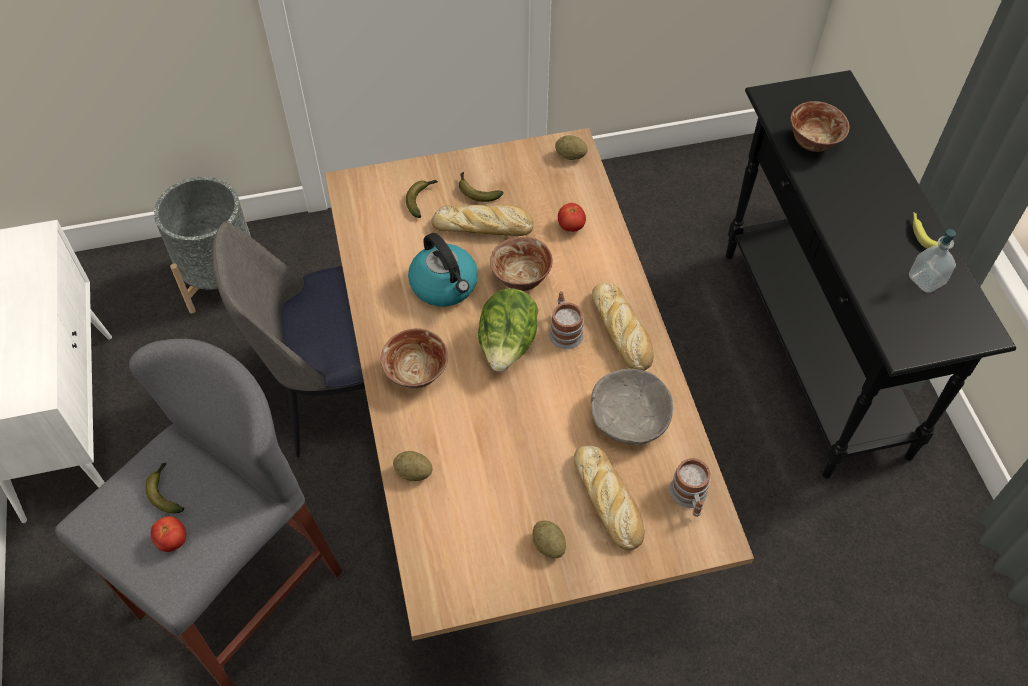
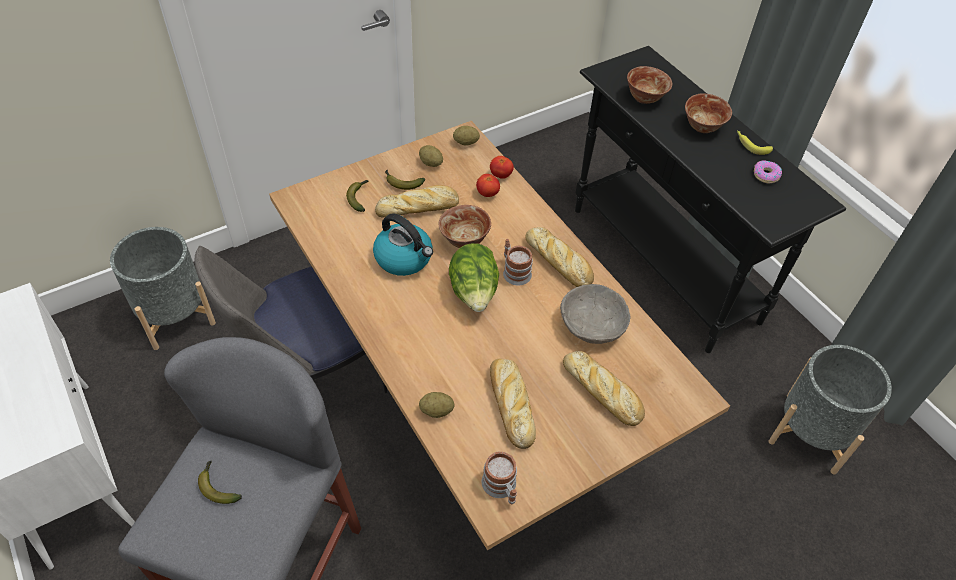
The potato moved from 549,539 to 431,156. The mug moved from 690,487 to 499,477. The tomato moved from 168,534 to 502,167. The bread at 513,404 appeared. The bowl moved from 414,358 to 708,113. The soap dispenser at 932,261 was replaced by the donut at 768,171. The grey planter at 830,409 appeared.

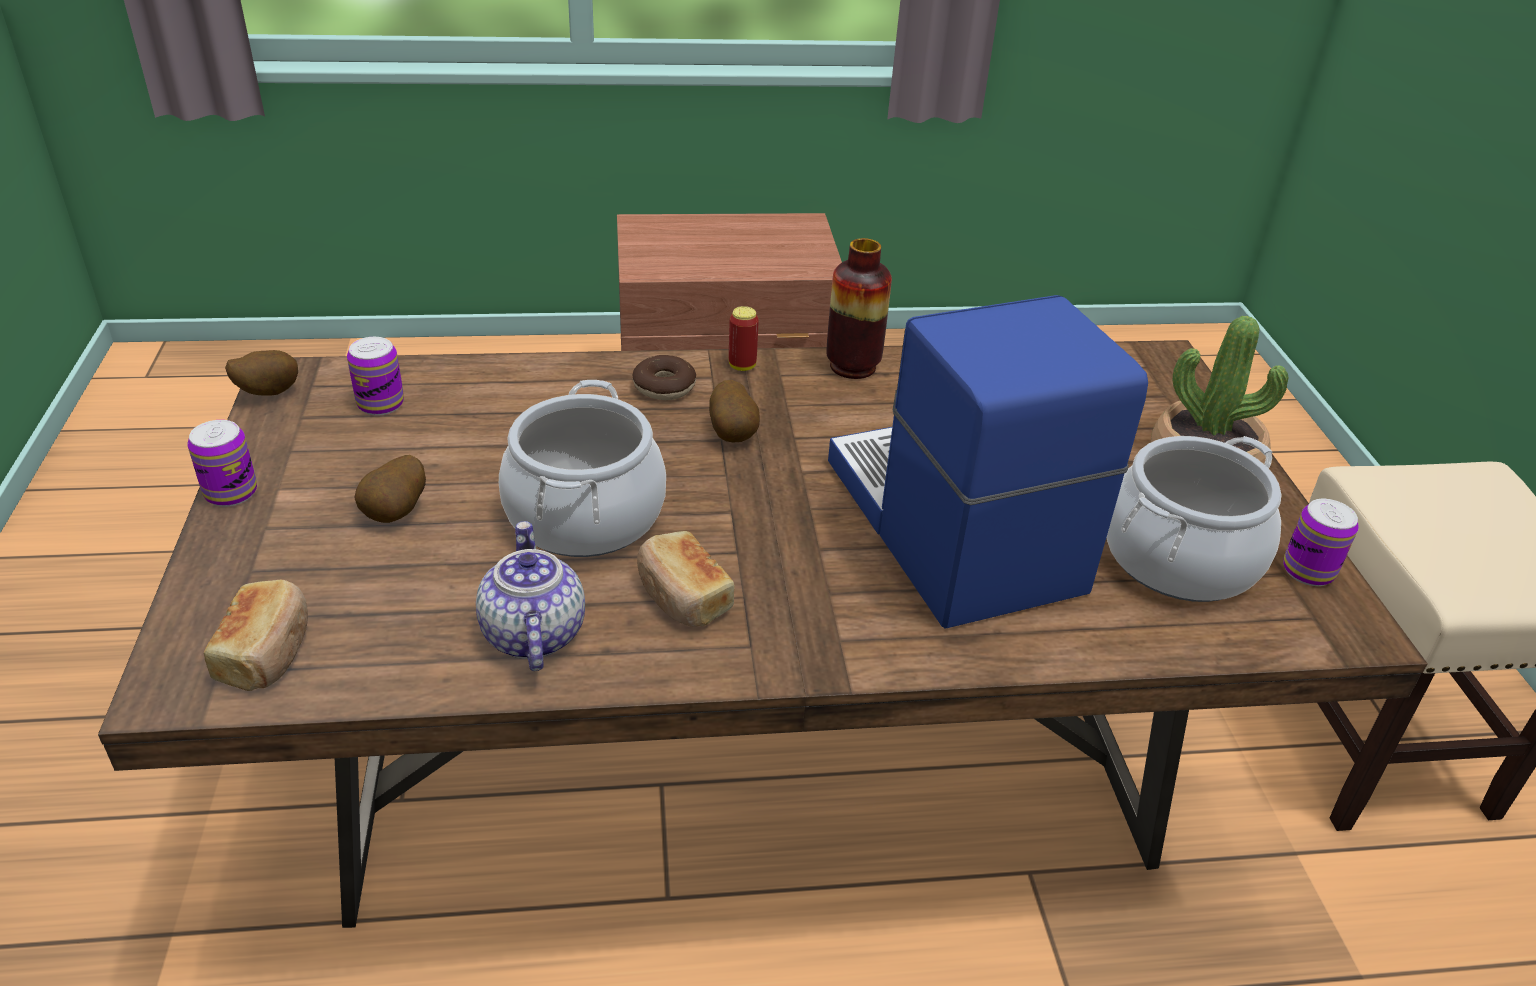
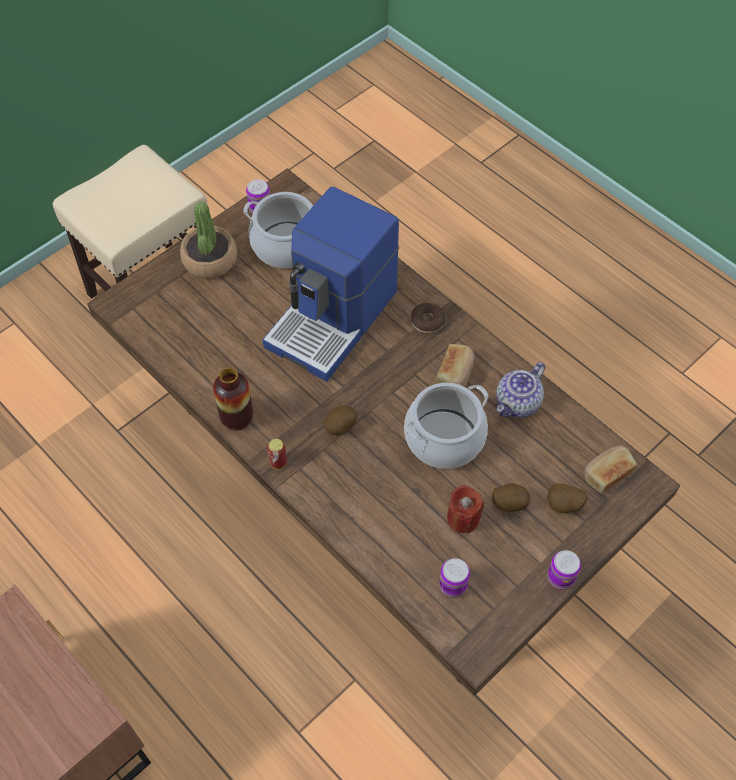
The donut moved from 664,377 to 428,318. The red candle at 465,509 appeared. The potato moved from 261,373 to 567,498.

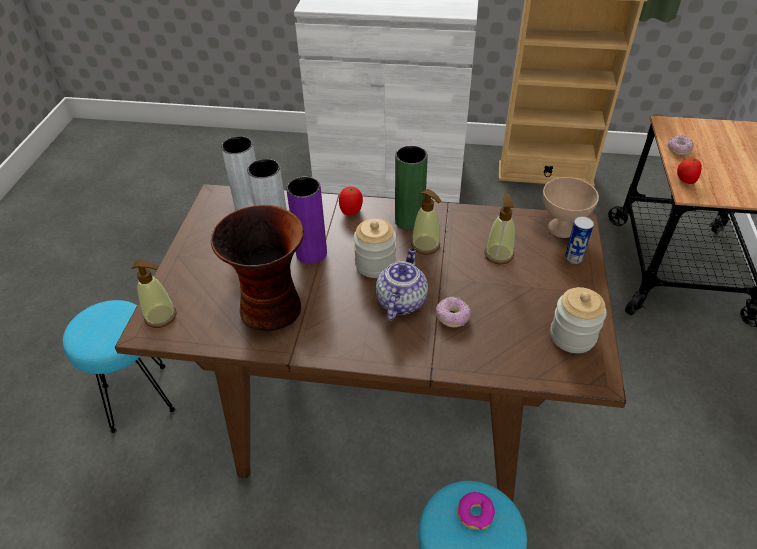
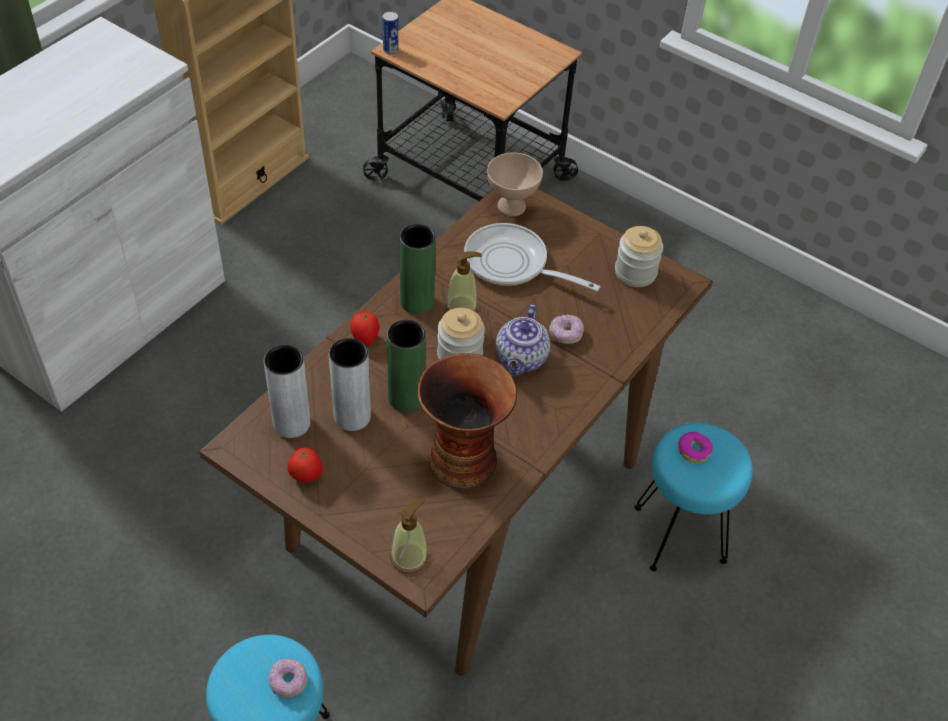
The donut moved from 680,145 to 288,677. The tomato moved from 689,171 to 305,465. The can moved from 579,240 to 390,32. The purple vase at 306,220 became the green vase at 406,366. The soap dispenser at 499,229 was replaced by the frying pan at 532,257. The teapot at 402,284 turned 120 degrees counterclockwise.

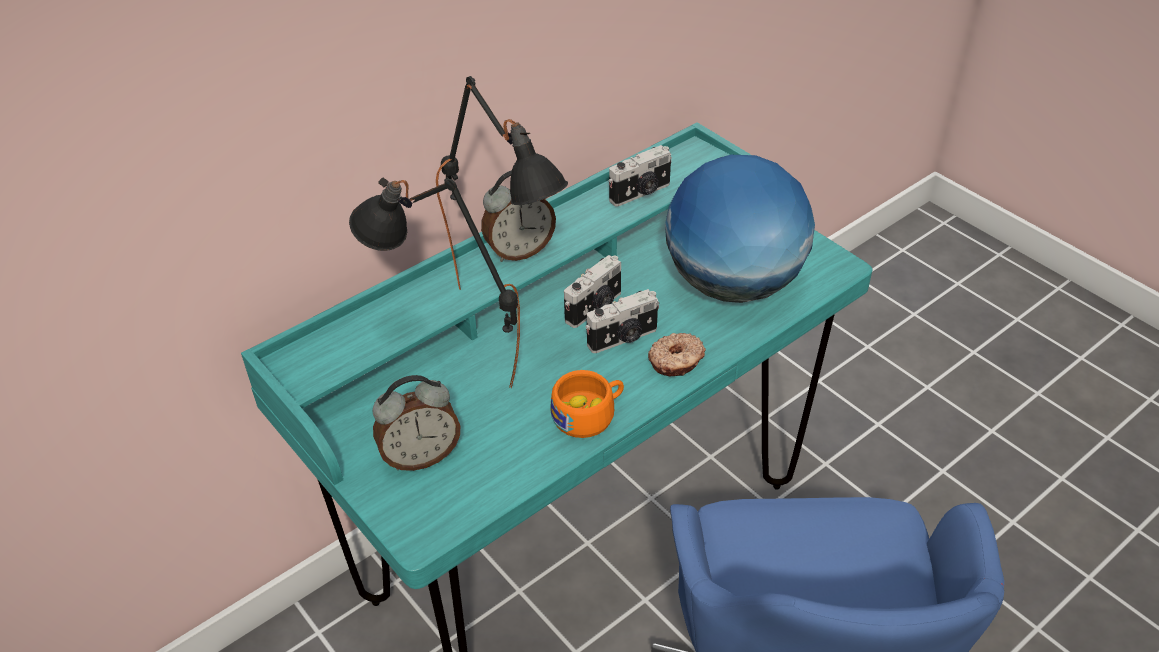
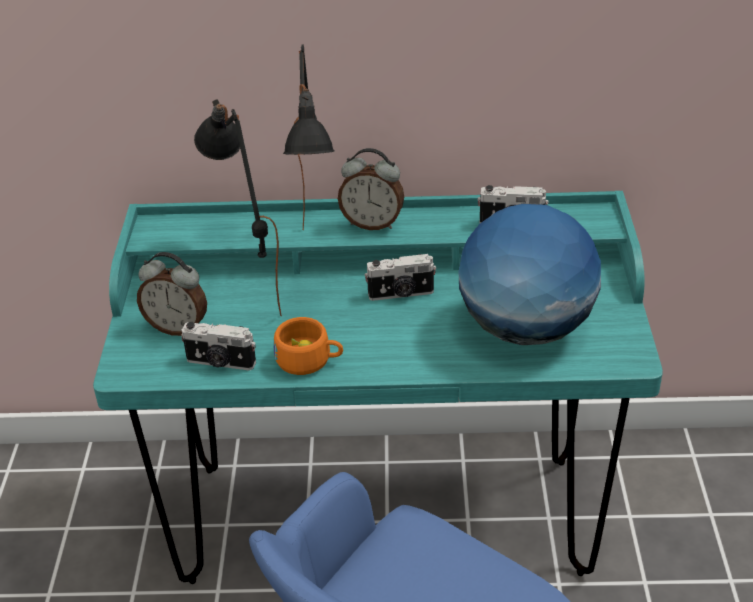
The photo camera moved from 622,321 to 218,346. The donut at 677,354 disappeared.

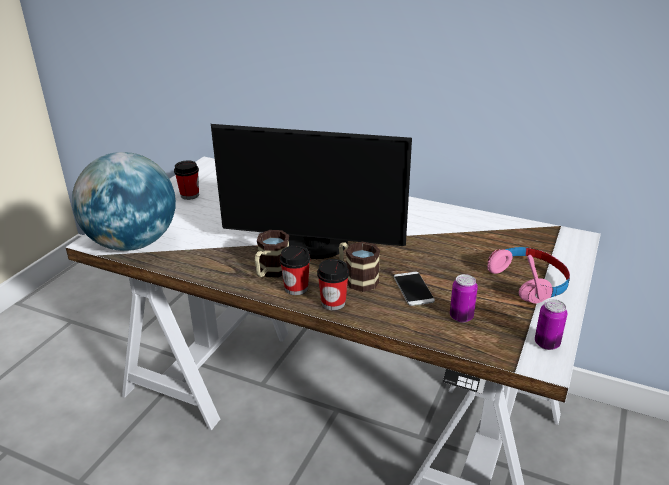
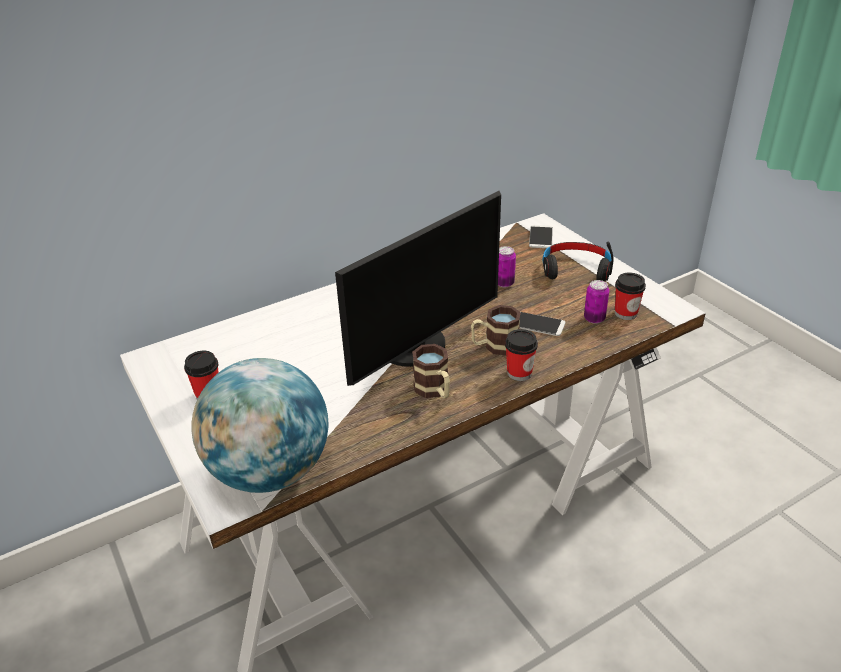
The can moved from 551,324 to 507,266. The phone at 541,236 appeared. The pink headphones at 528,275 became the black headphones at 578,261. The cup moved from 294,270 to 630,296.

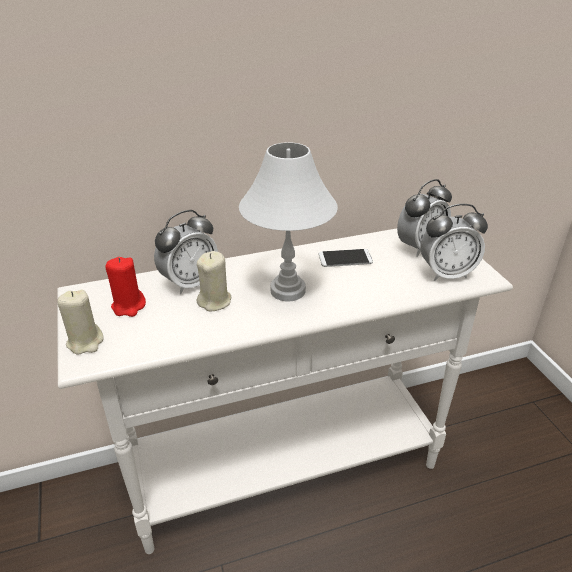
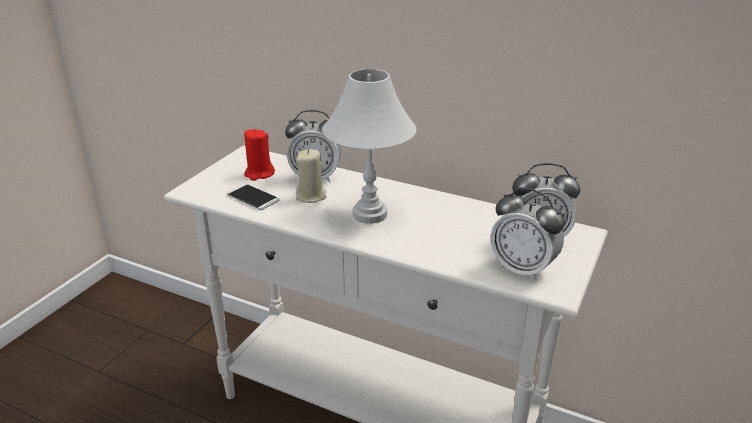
The phone moved from 346,258 to 253,197. The beige candle at 80,322 disappeared.

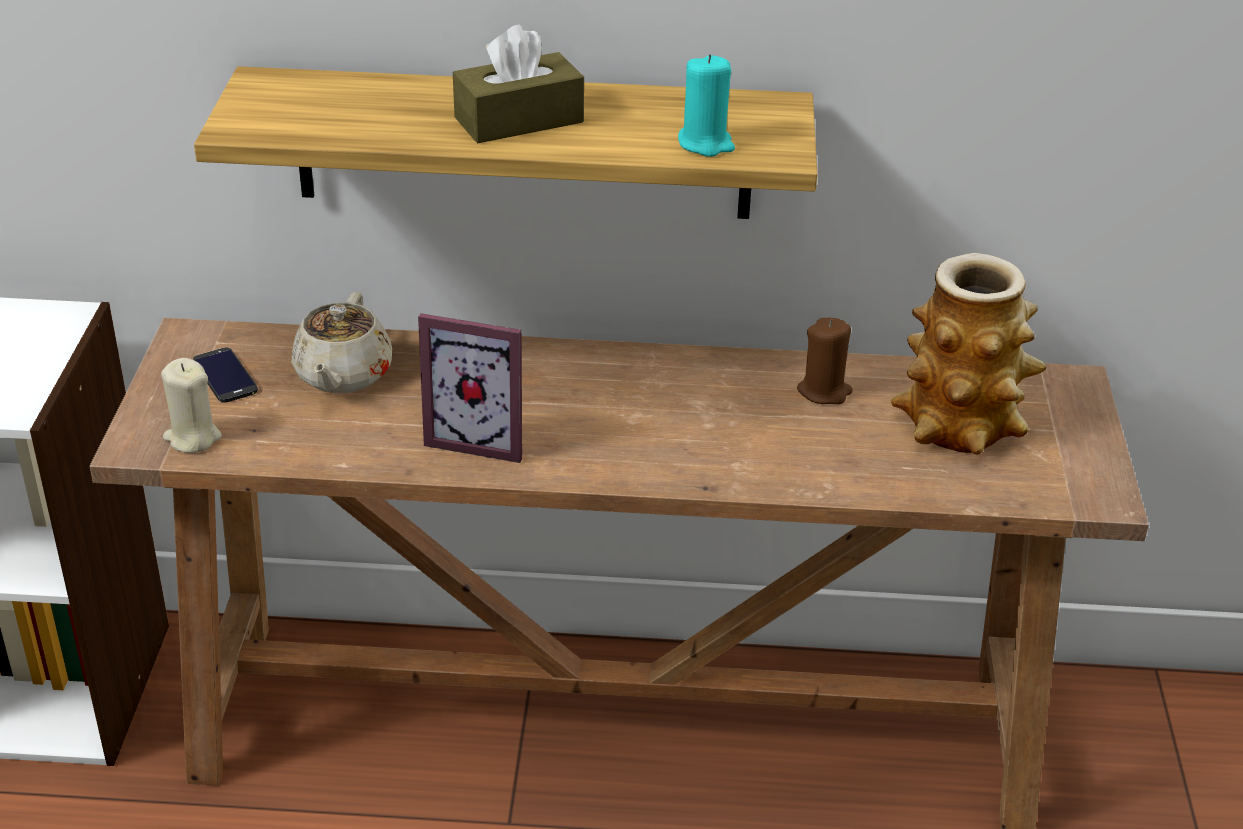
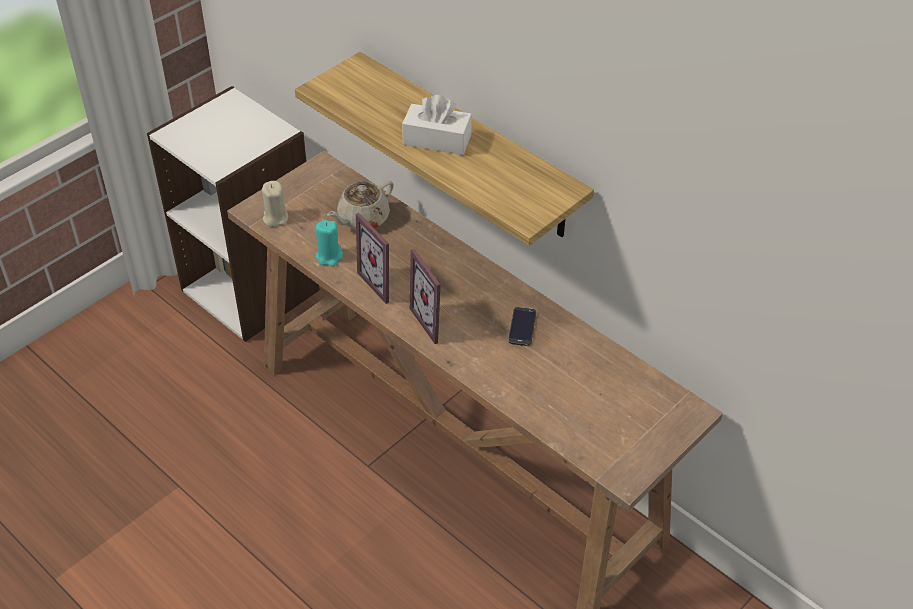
The turquoise candle moved from 706,105 to 329,243. The brown tissue box at 518,84 became the white tissue box at 437,125. The picture frame at 430,296 appeared. The phone moved from 225,375 to 522,326. The brown candle at 825,361 disappeared. The vase at 968,353 disappeared.

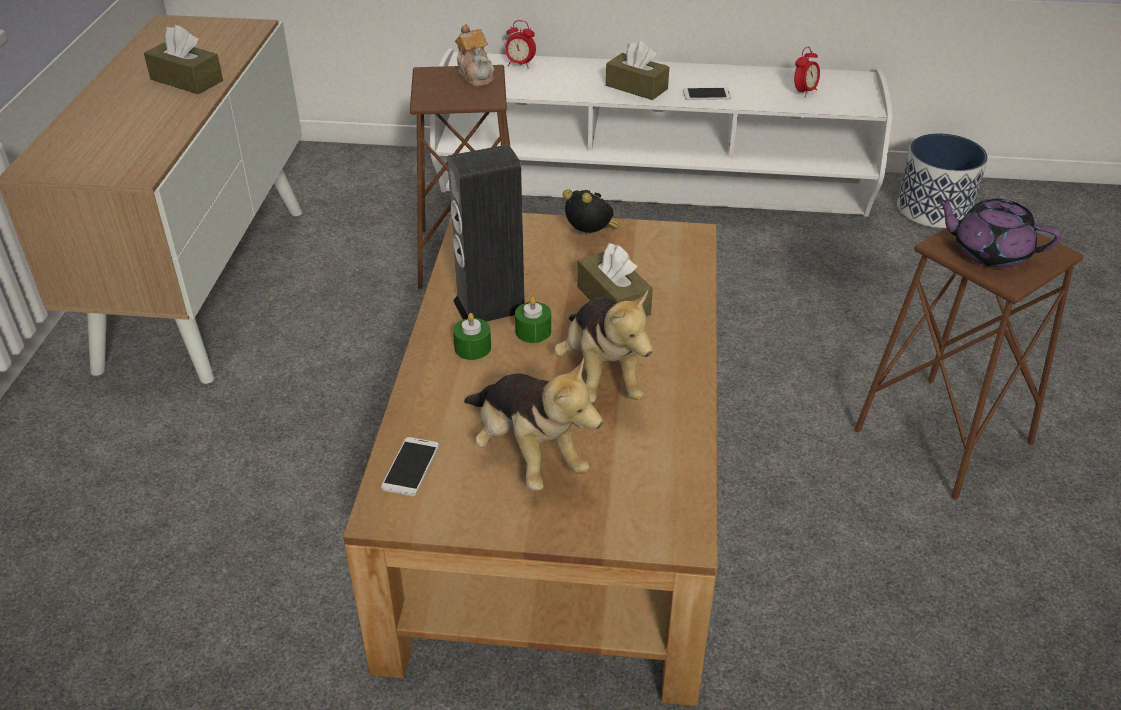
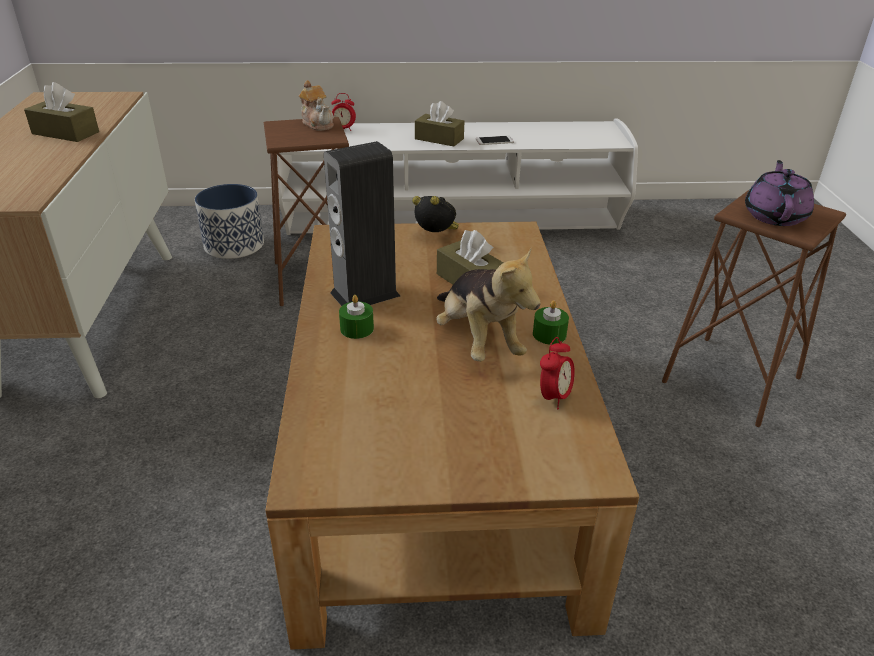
The planter moved from 942,180 to 229,221. The green candle moved from 533,320 to 551,322. The alarm clock moved from 807,72 to 557,373. The purple teapot at 998,233 turned 90 degrees clockwise. The phone at 410,466 disappeared. The plush toy at 533,424 disappeared.

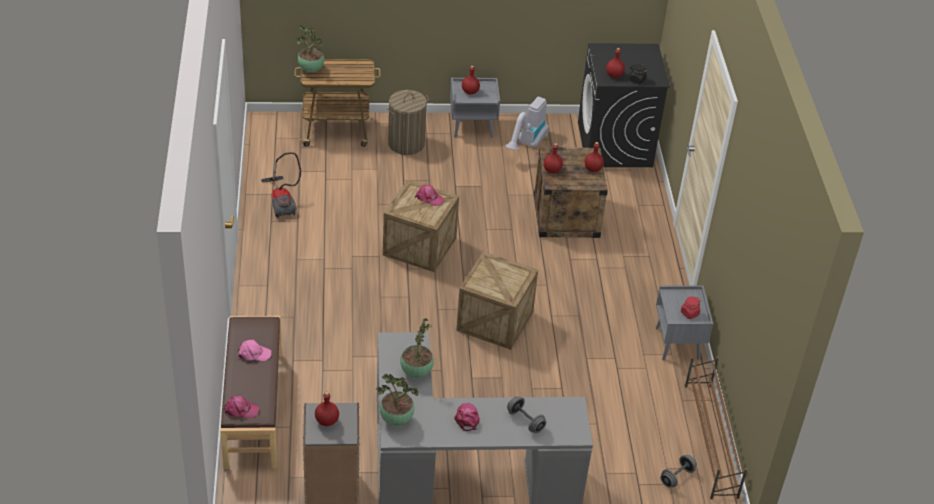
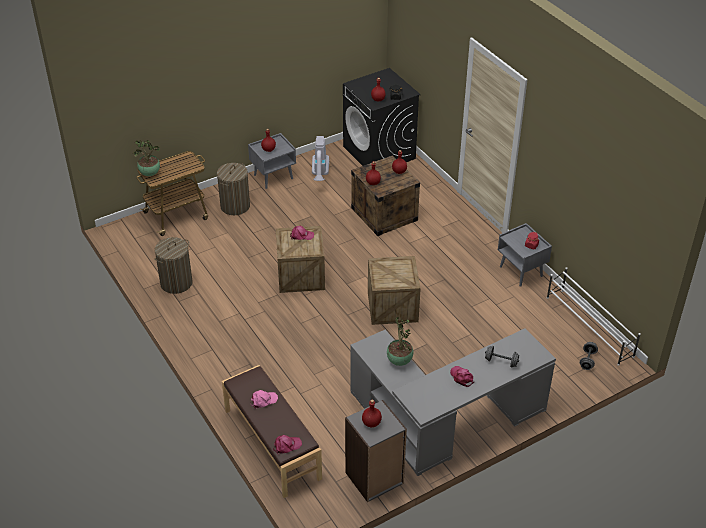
The vacuum cleaner at 281,185 was replaced by the laundry basket at 173,265. The brown shoe rack at 716,427 became the white shoe rack at 593,316. The potted plant at 397,400 disappeared.

